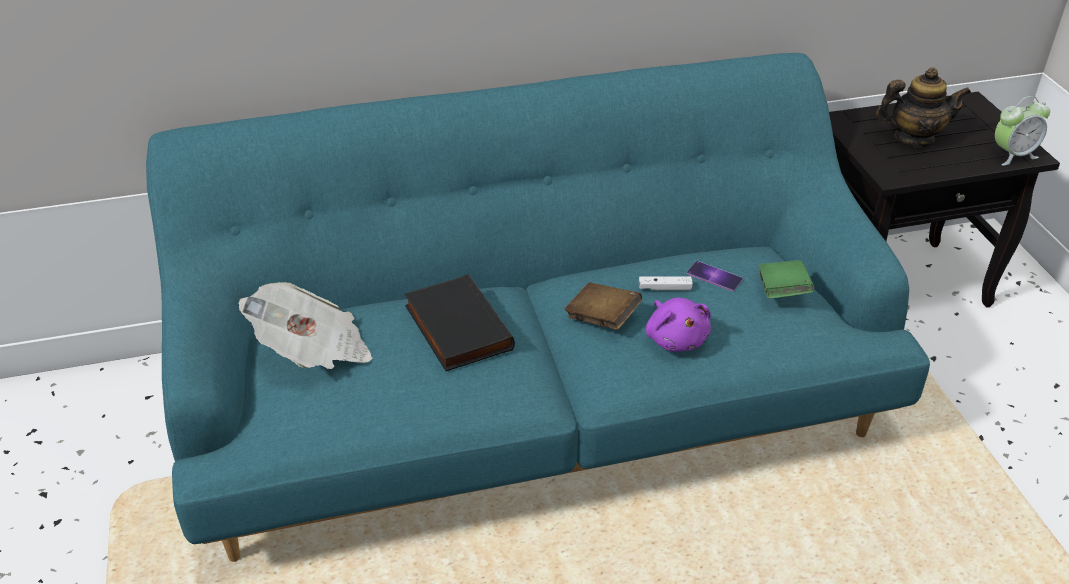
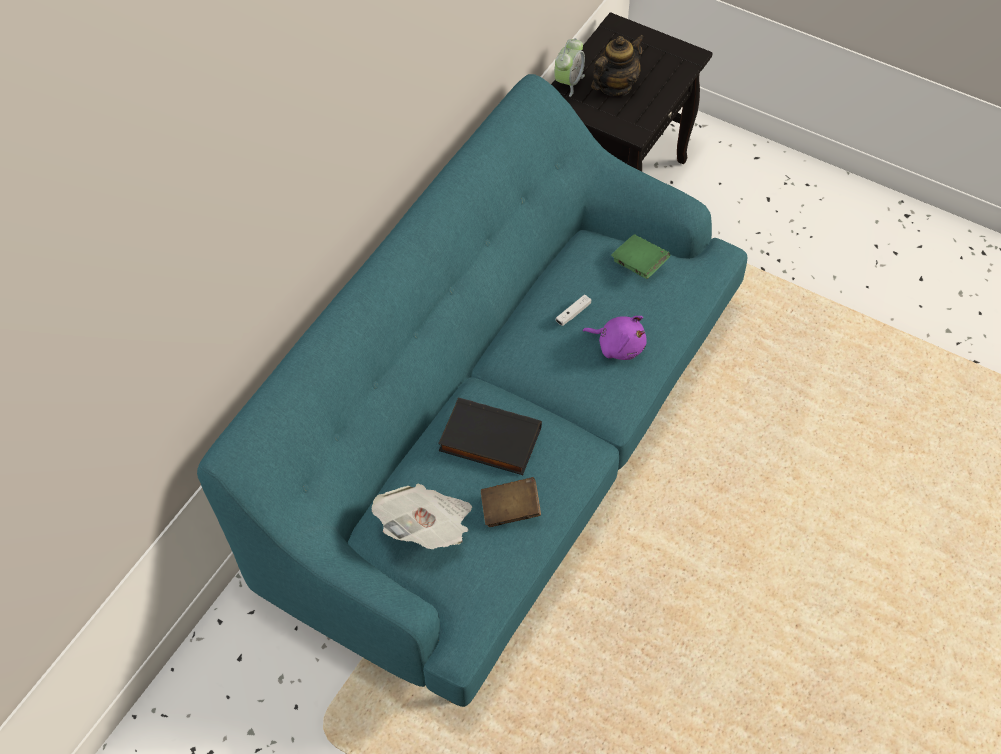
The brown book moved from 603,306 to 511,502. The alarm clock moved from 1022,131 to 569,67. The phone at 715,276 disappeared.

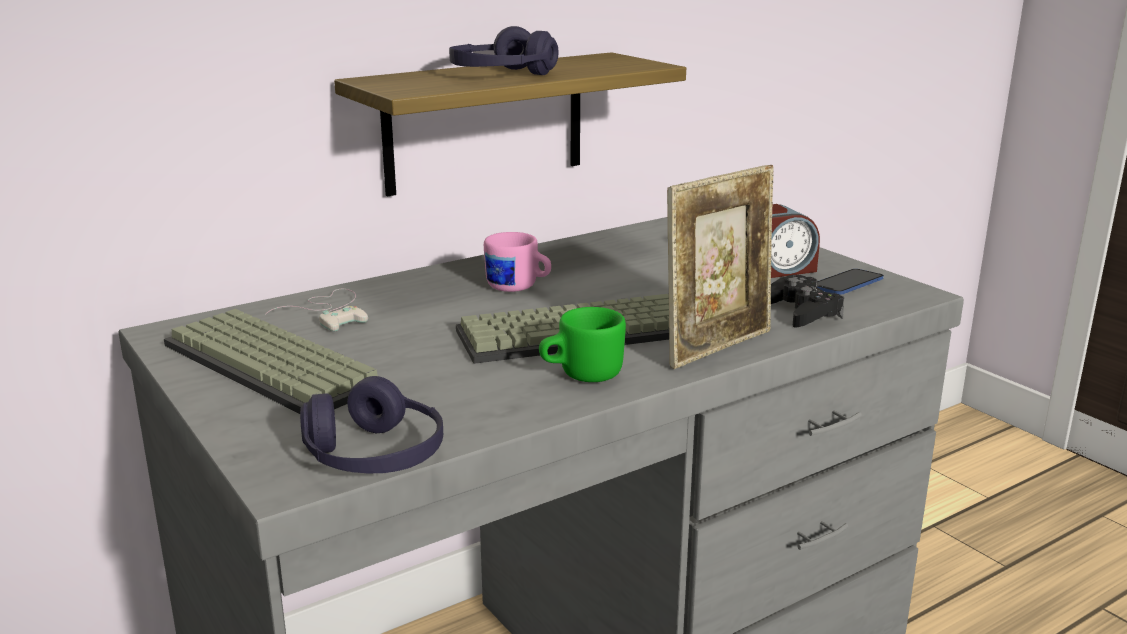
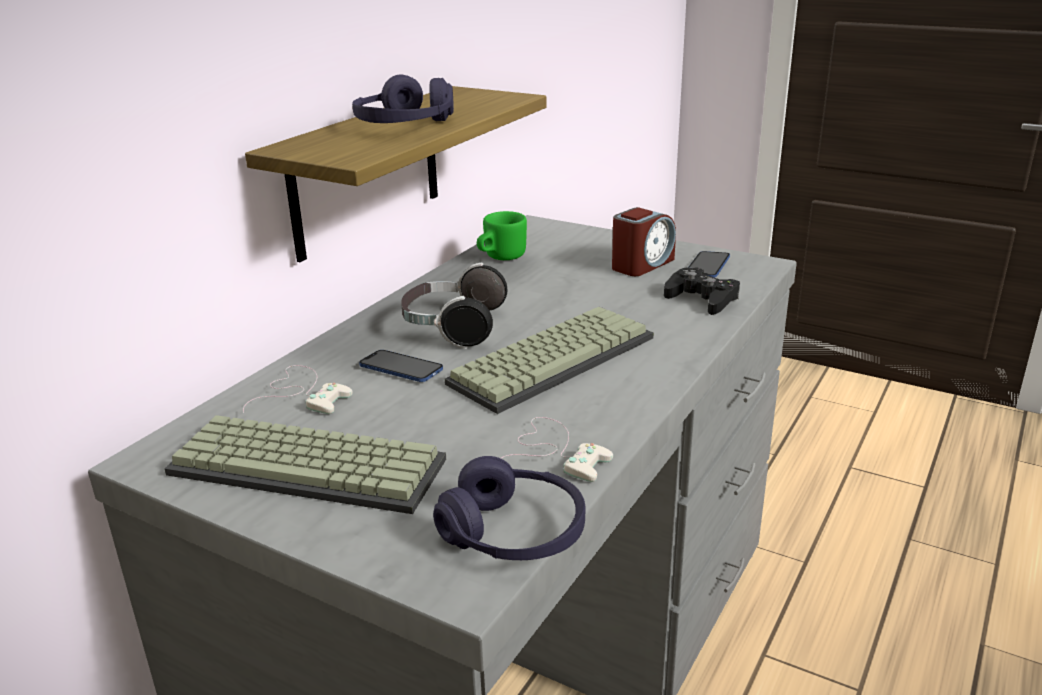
The phone at 401,366 appeared. The pink mug at 517,262 was replaced by the headphones at 454,305. The green mug moved from 582,344 to 502,235. The white game controller at 557,449 appeared. The picture frame at 720,267 disappeared.

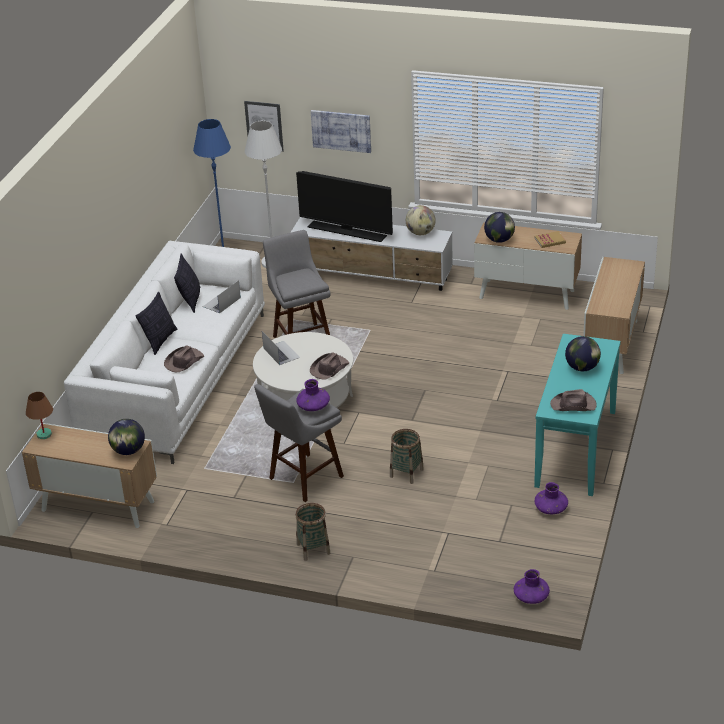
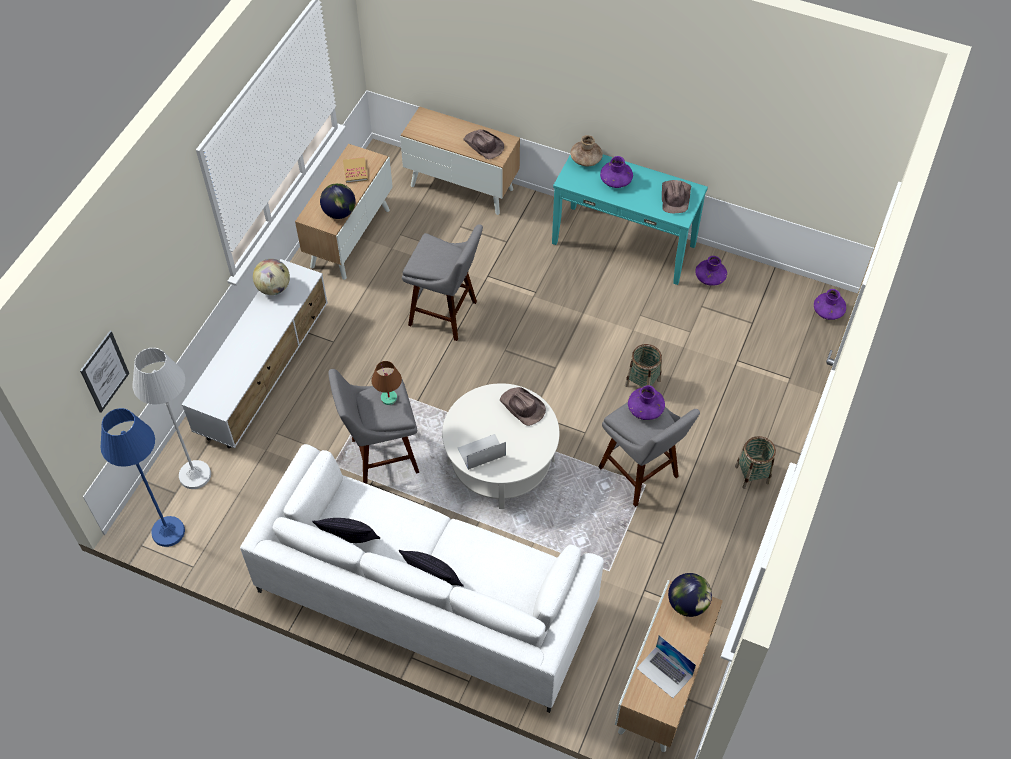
The brown table lamp moved from 39,415 to 386,383. The grey stool at 442,282 appeared. The brown hat moved from 184,359 to 483,144. The brown vase at 586,151 appeared. The globe at 583,353 was replaced by the purple vase at 616,172. The laptop moved from 222,296 to 666,666. The television at 344,206 disappeared. The picture at 341,131 disappeared.

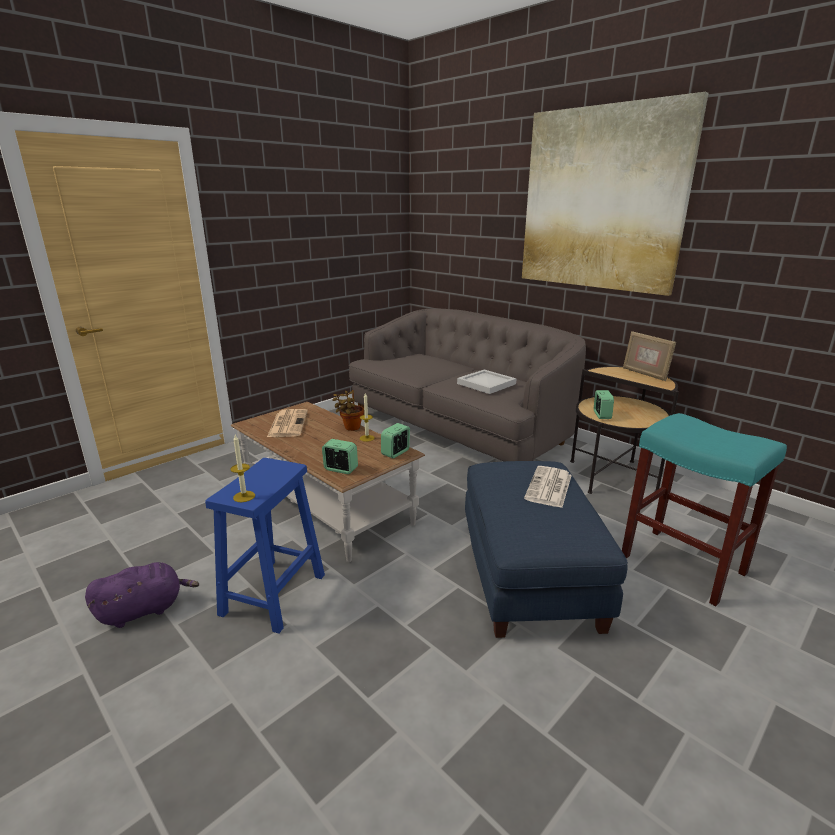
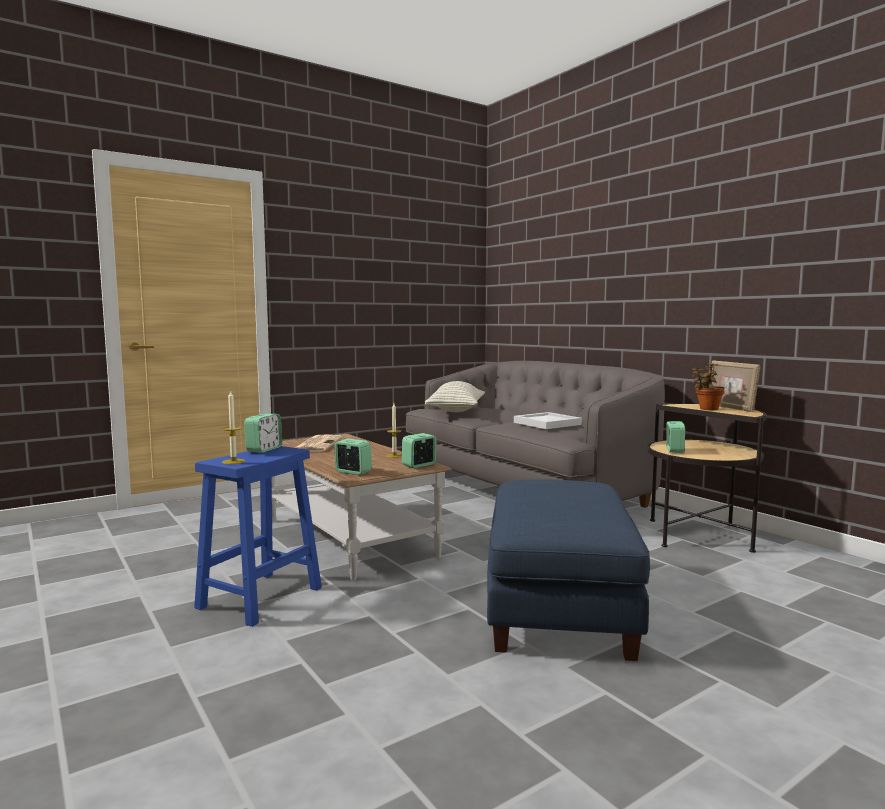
The alarm clock at 263,433 appeared. The pillow at 455,396 appeared. The potted plant moved from 348,410 to 708,386. The purple plush toy at 142,595 disappeared. The picture at 615,194 disappeared. The newspaper at 548,487 disappeared. The turquoise stool at 704,509 disappeared.

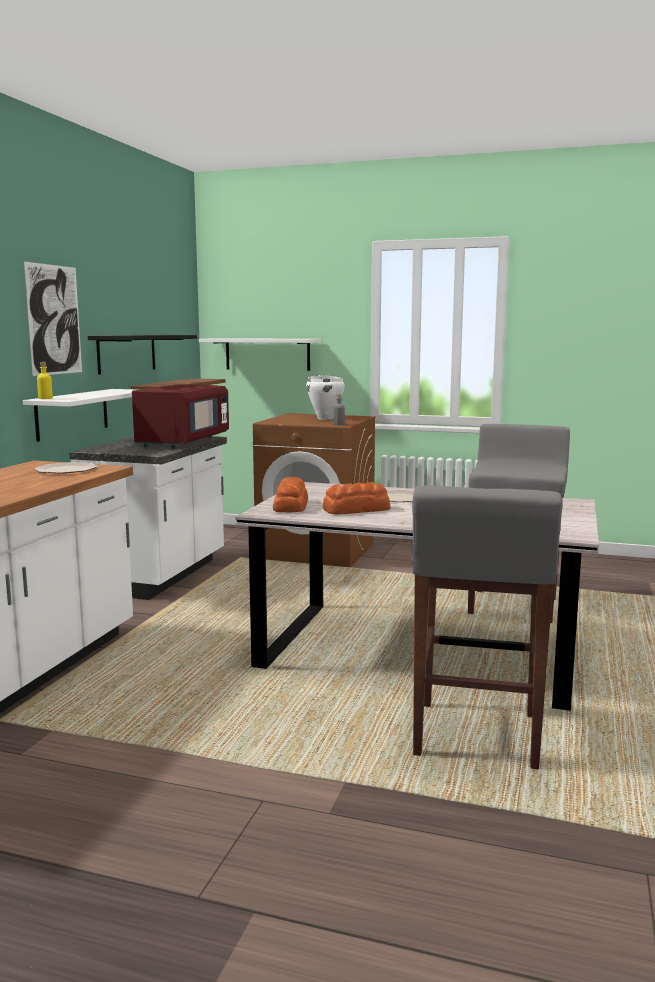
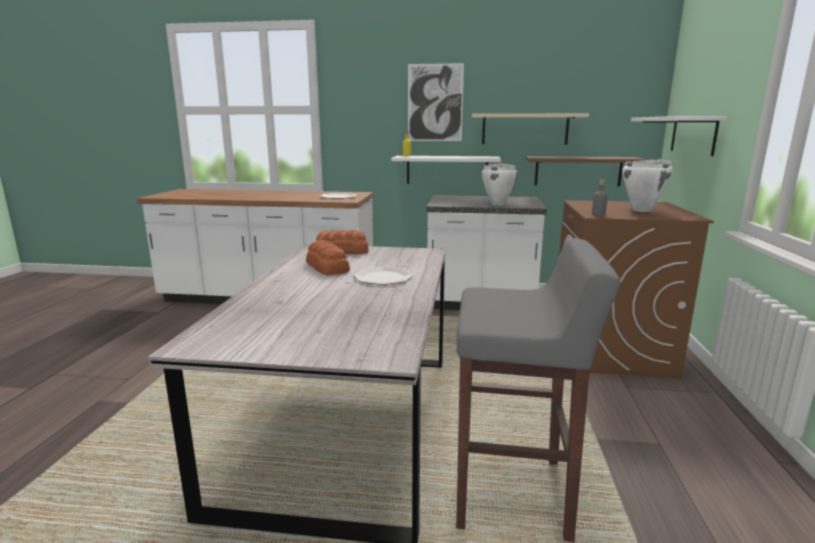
The black shelf at 142,355 became the beige shelf at 530,129. The red microwave at 180,416 was replaced by the white cooking pot at 500,184. The grey stool at 487,627 disappeared.

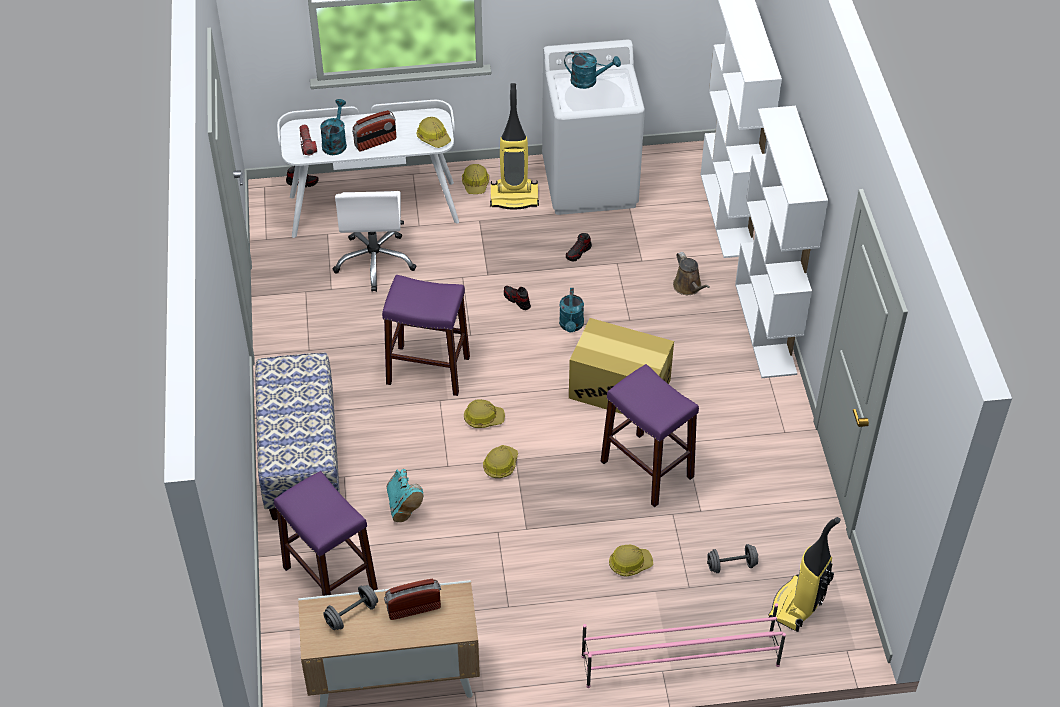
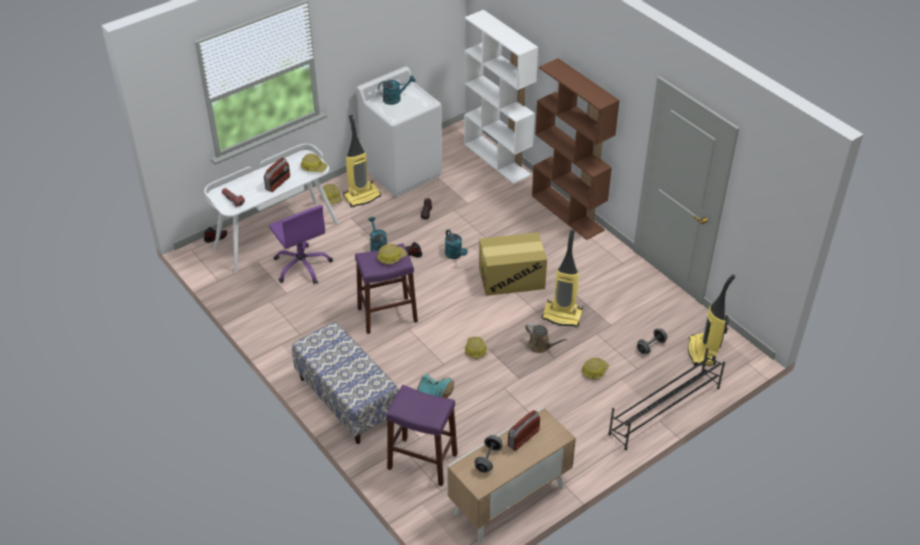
The white office chair at 374,241 became the purple office chair at 301,244. The turquoise watering can moved from 333,127 to 377,234. The hard hat moved from 484,414 to 392,254. The brown watering can moved from 691,273 to 546,338. The white bookcase at 781,242 became the brown bookcase at 576,149. The purple stool at 650,435 was replaced by the vacuum cleaner at 562,278. The pink shoe rack at 683,645 became the black shoe rack at 666,399.

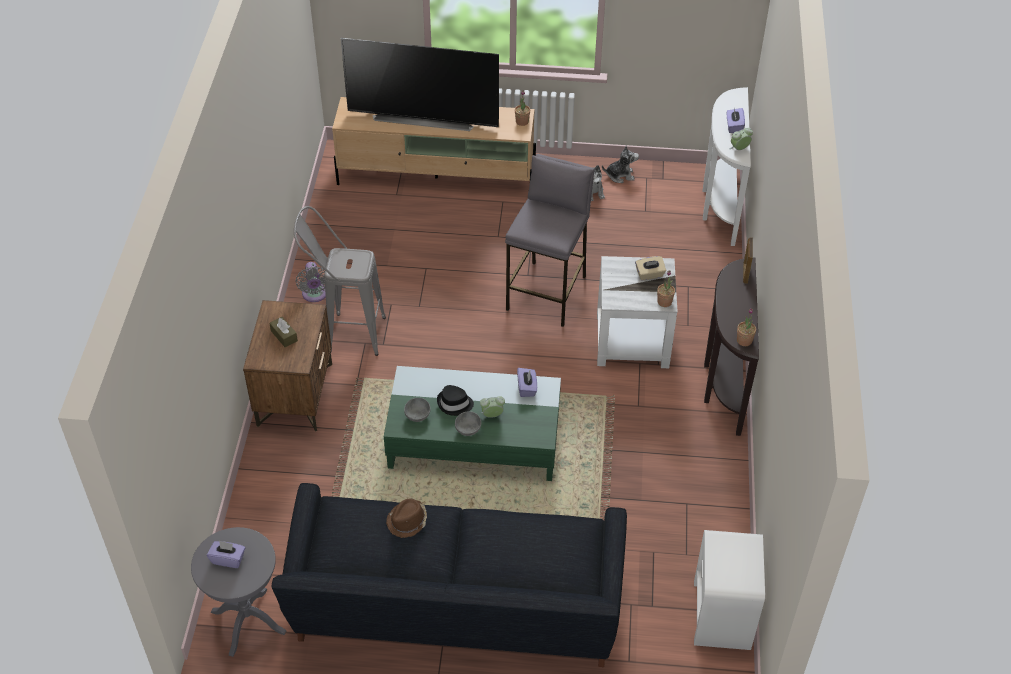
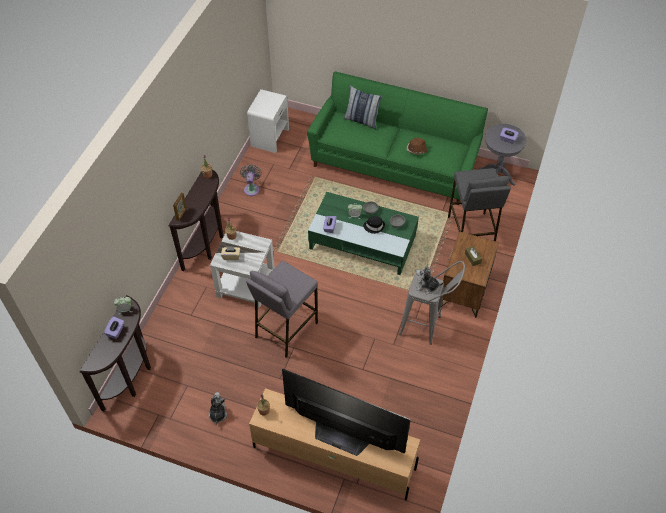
The white console table at 727,166 became the brown console table at 115,353. The grey fan moved from 310,282 to 251,180. The black sofa at 449,575 became the green sofa at 397,138. The pillow at 363,107 appeared. The plush toy moved from 620,164 to 430,278. The grey stool at 479,204 appeared.

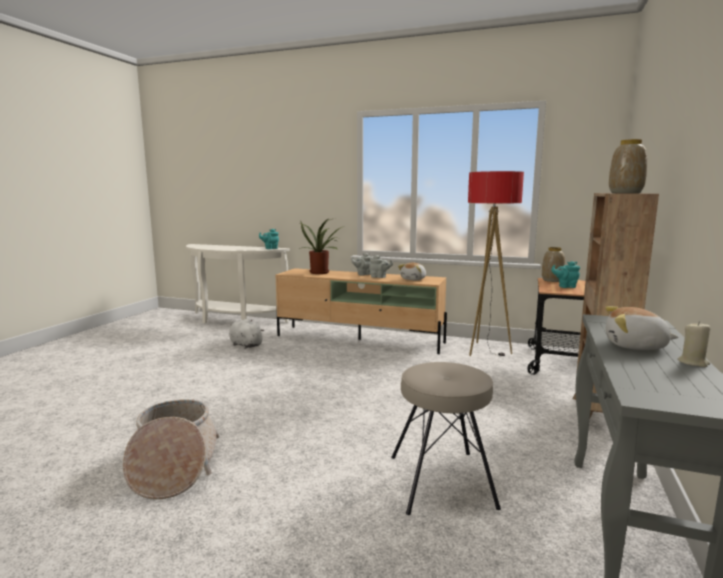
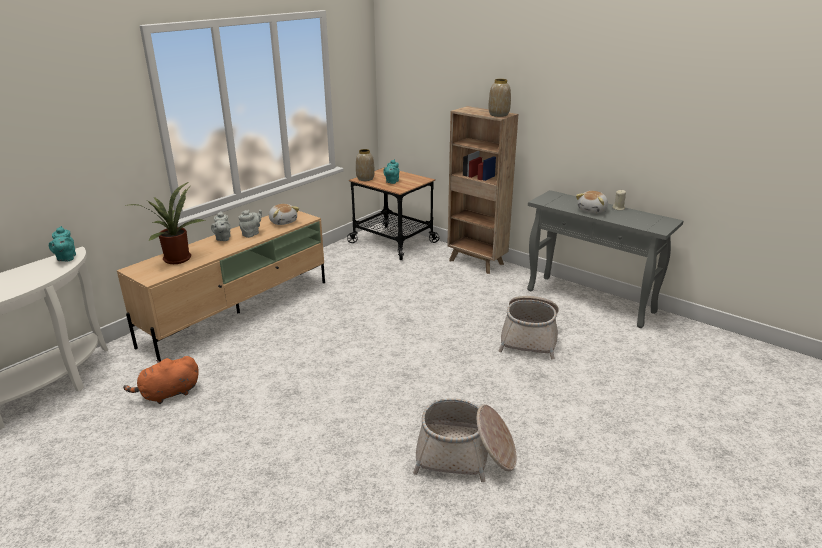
The white plush toy at 246,333 became the orange plush toy at 161,380. The beige stool at 446,438 was replaced by the basket at 529,328. The floor lamp at 496,263 disappeared.

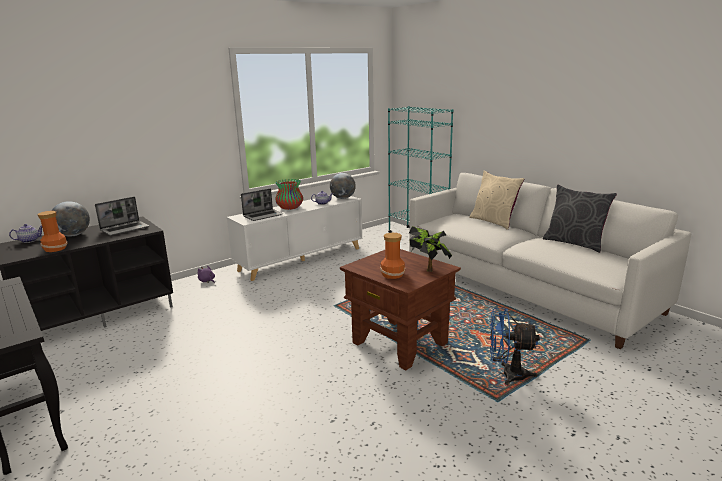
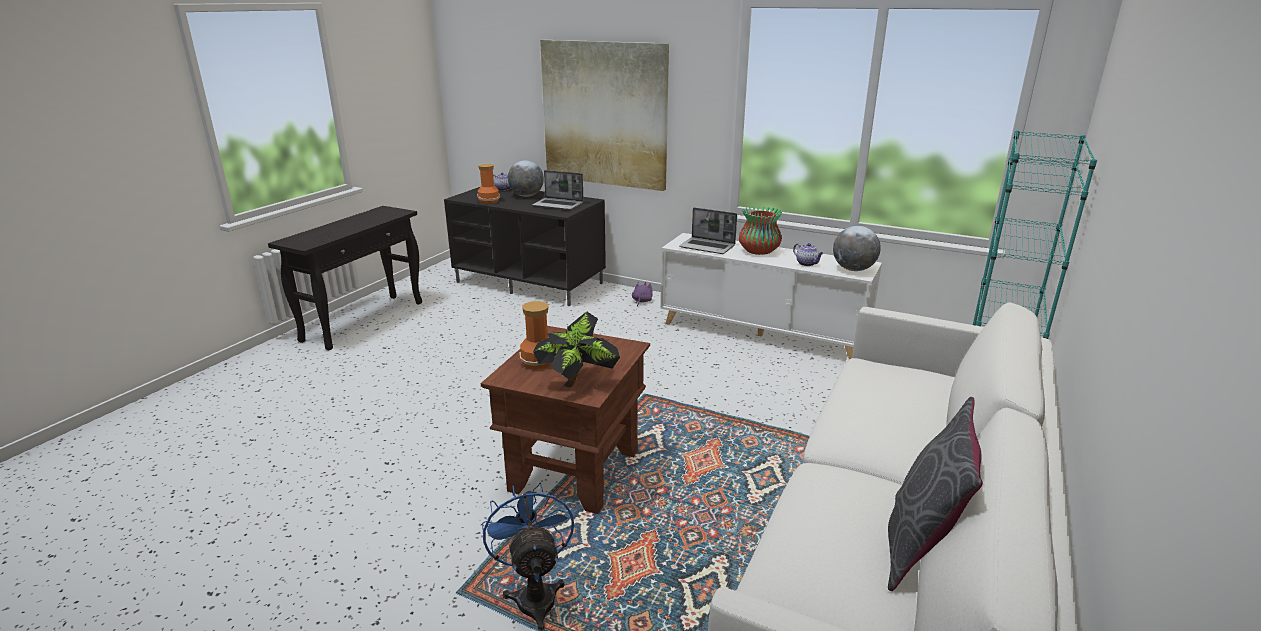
The picture at 604,115 appeared. The beige pillow at 496,200 disappeared.

